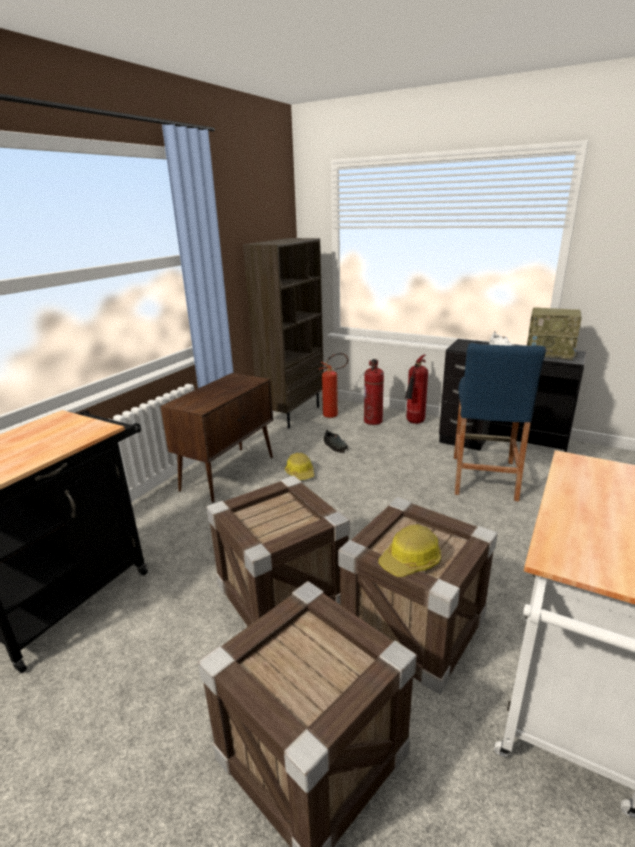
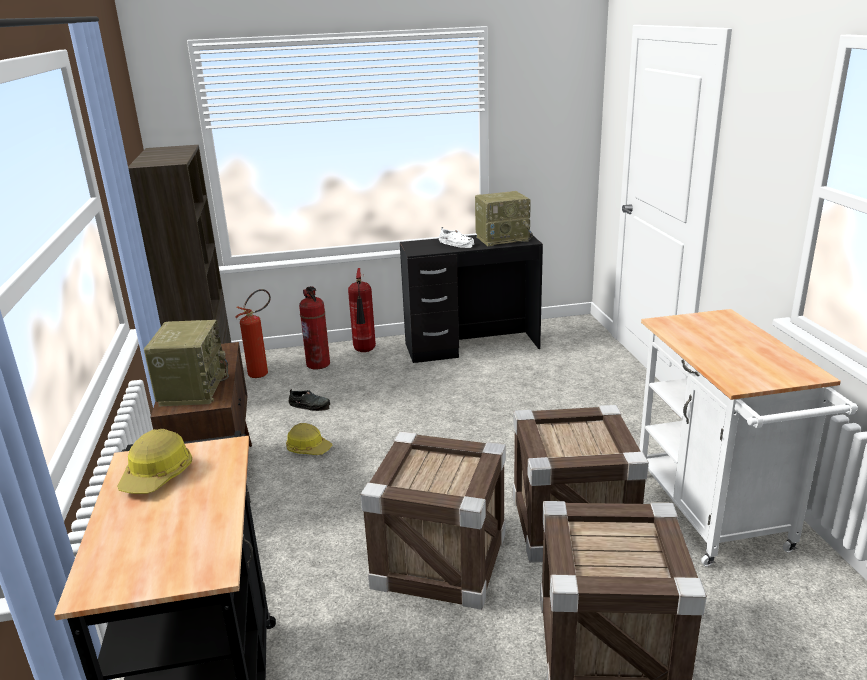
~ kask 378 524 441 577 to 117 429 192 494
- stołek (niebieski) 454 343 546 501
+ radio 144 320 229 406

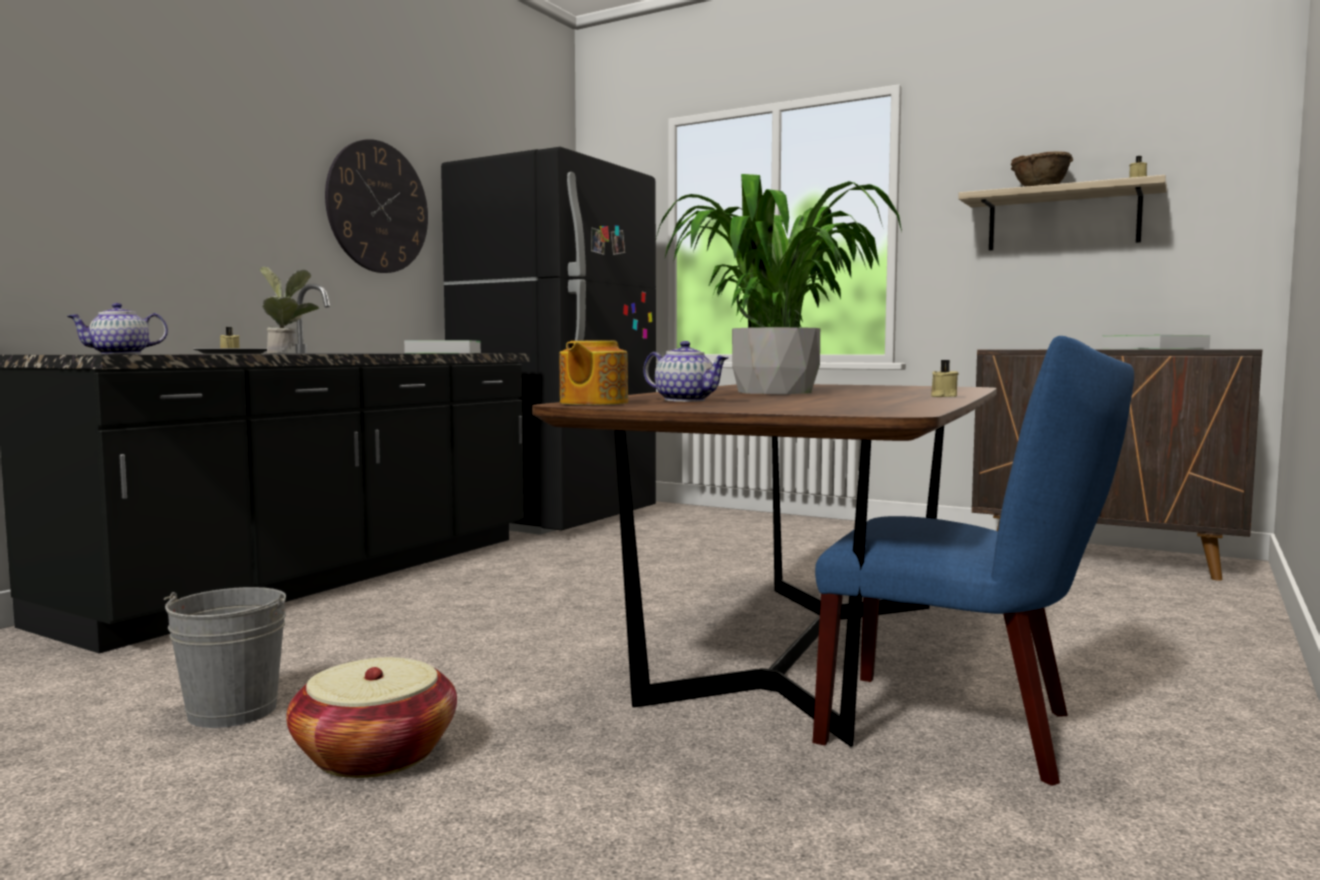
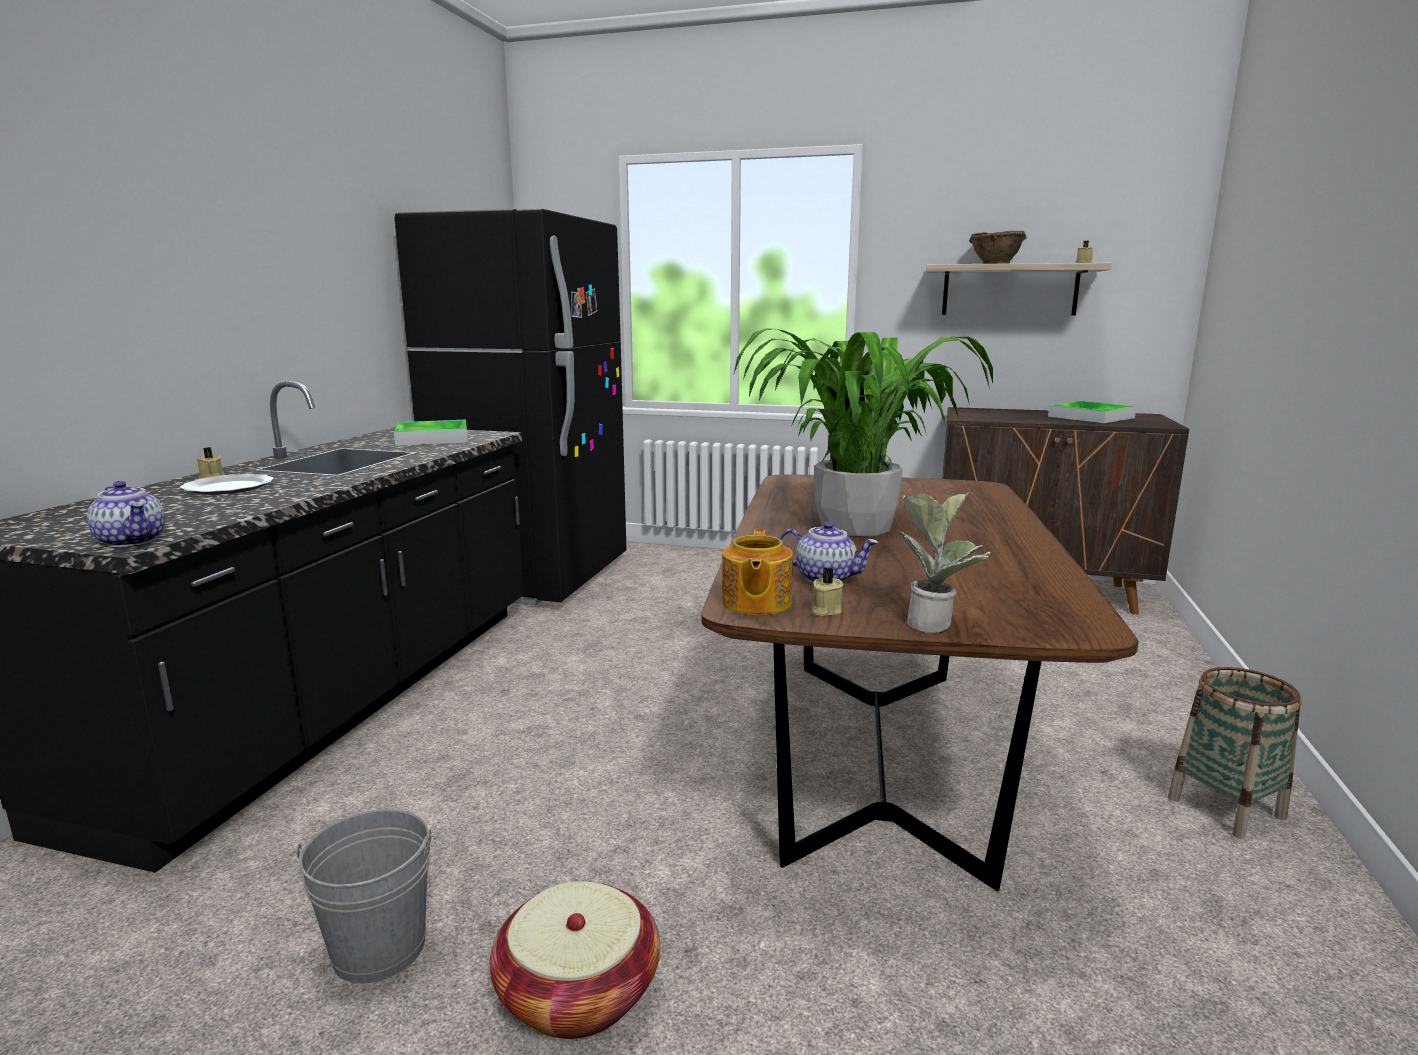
~ imbryk 67 303 168 354 = 87 481 165 547 90 degrees counterclockwise
~ roślina doniczkowa 259 266 320 354 to 896 492 990 633
- zegar ścienny 325 139 428 273
- krzesło (niebieski) 813 336 1134 786
~ świeca (beżowy) 931 360 959 397 to 811 568 844 617
+ koszyk 1168 667 1302 839

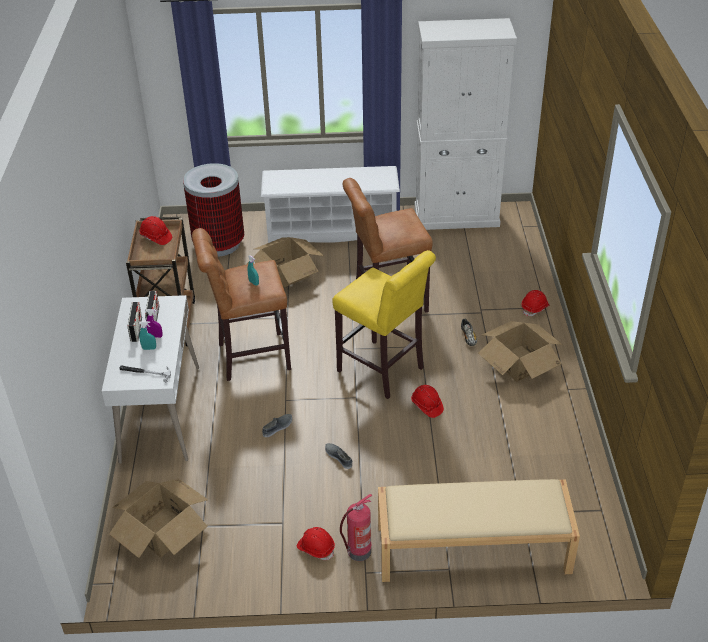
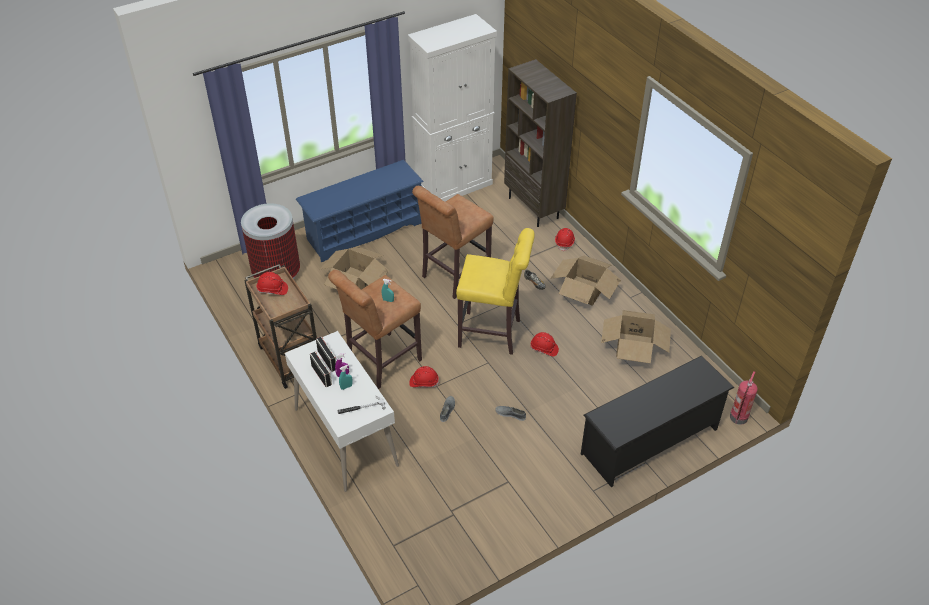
~ karton 109 479 208 558 to 601 310 671 363
~ regał na buty (biały) 261 166 400 243 to regał na buty (niebieski) 296 160 424 262
~ kask (czerwony) 297 527 335 560 to 409 366 439 388
~ gaśnica 340 494 372 561 to 730 371 758 425
~ ławka (beżowy) 378 479 580 582 to regał na buty (czarny) 581 356 734 487
+ regał (brązowy) 504 59 577 227

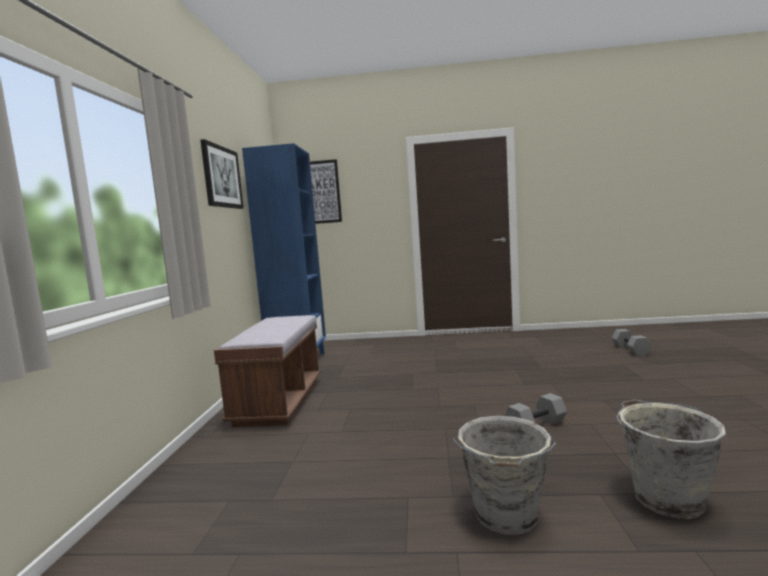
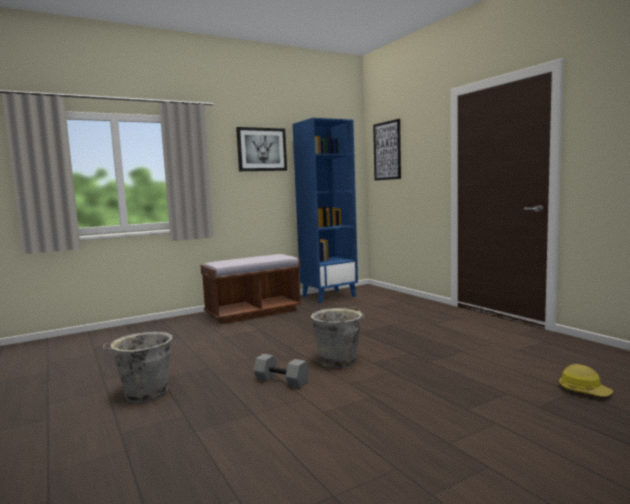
~ hantel (szary) 612 329 651 356 to kask 559 364 614 397
~ wiadro (szary) 616 399 726 519 to 311 307 365 369

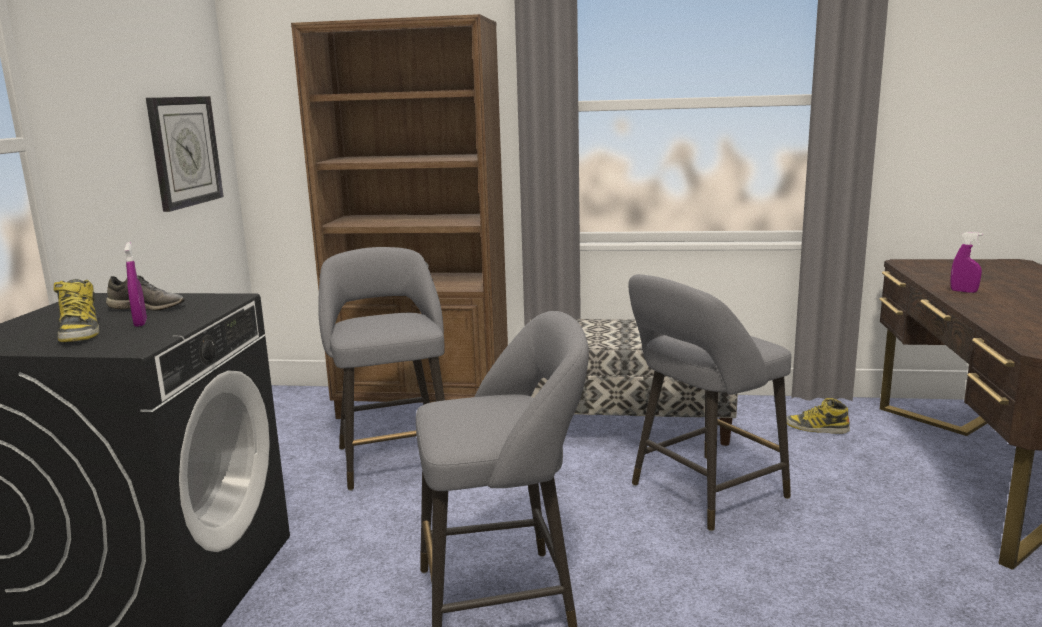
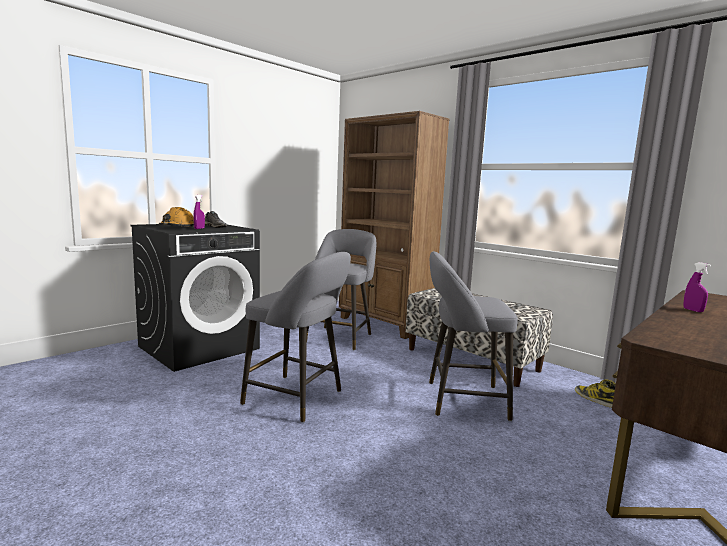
~ but z cholewką 53 279 99 342 to kask (pomarańczowy) 159 207 194 227
- zegar ścienny 146 96 224 212

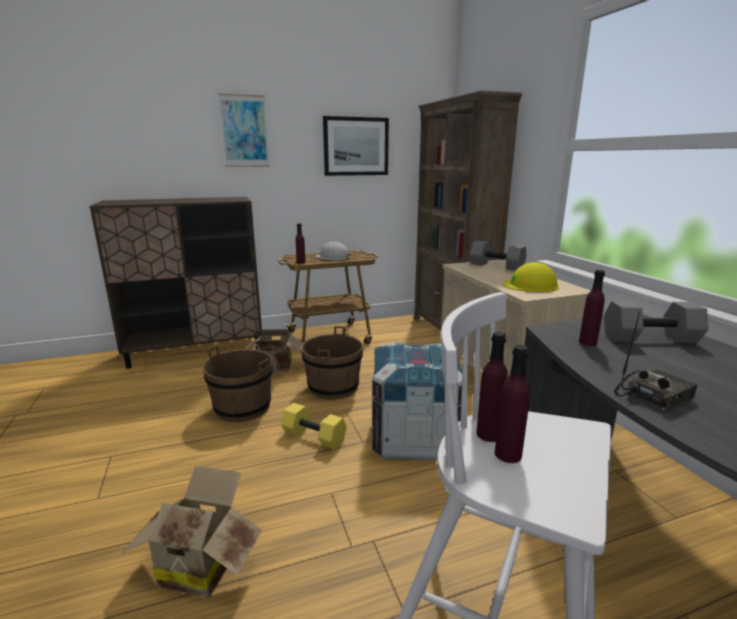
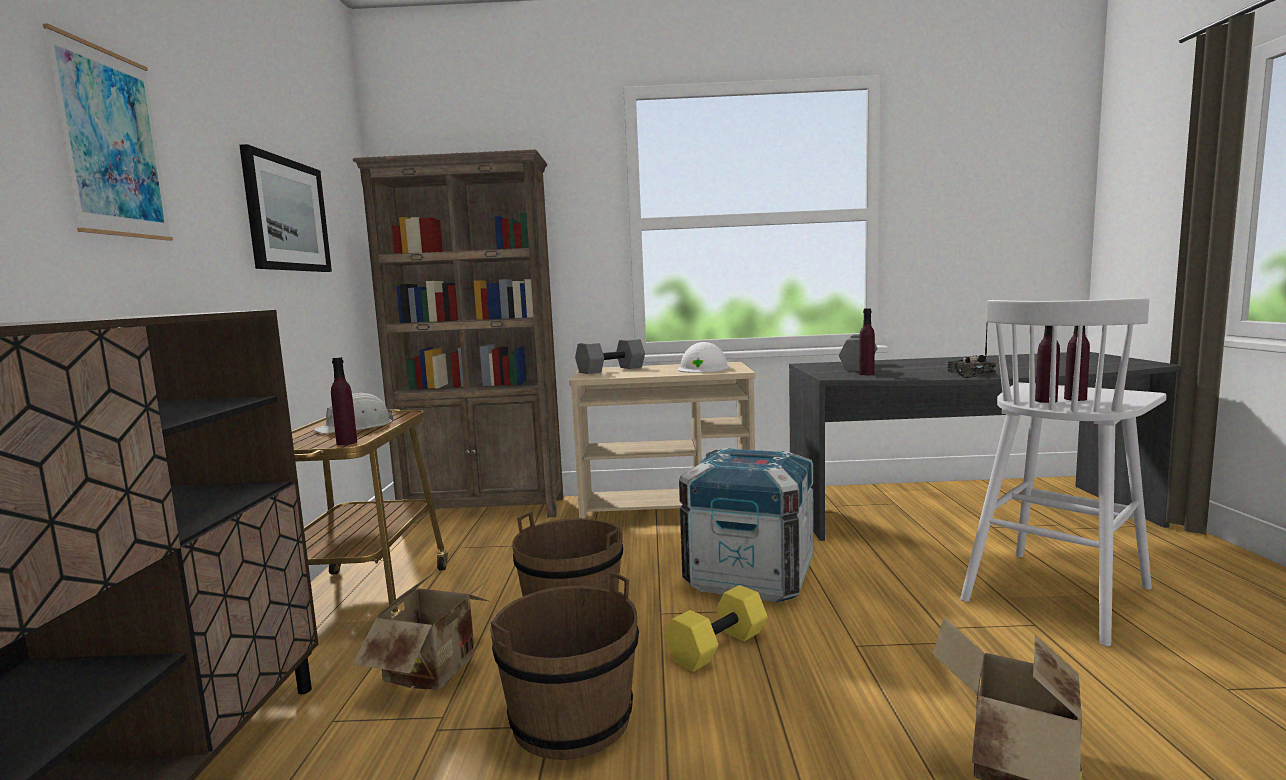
~ kask (żółty) 503 262 559 292 to kask (biały) 678 342 730 373

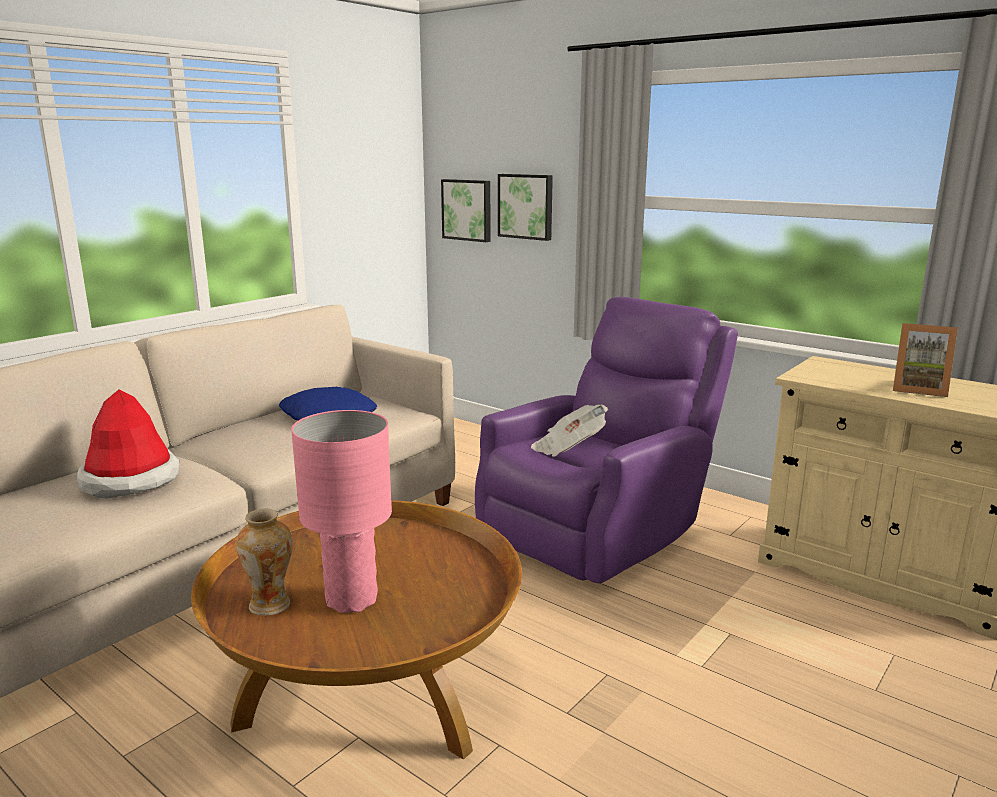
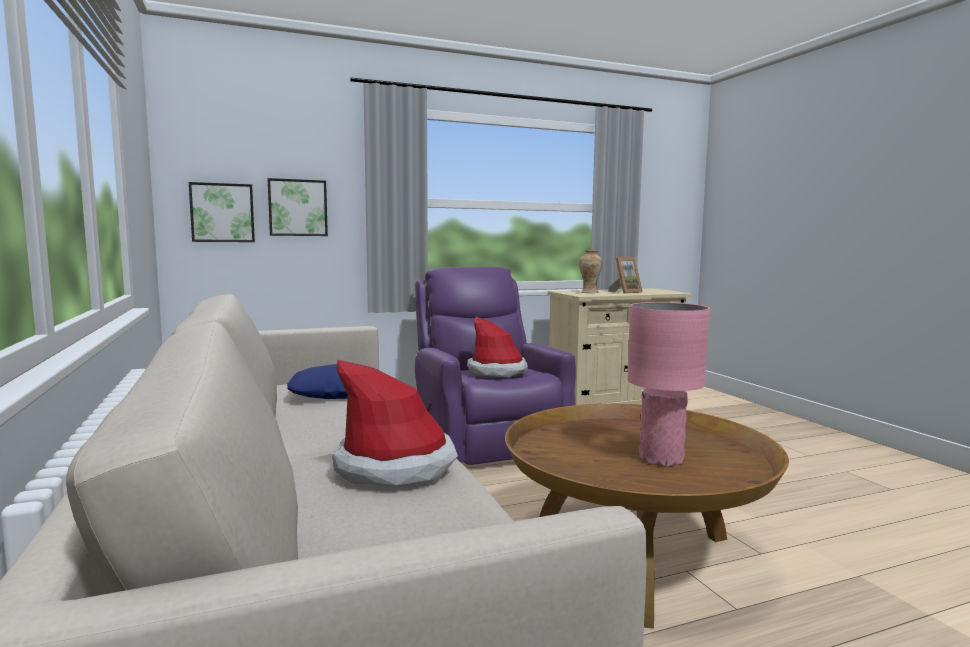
~ wazon 236 509 293 616 to 579 250 602 293
~ gazeta 531 405 608 457 to kapelusz 467 317 528 378

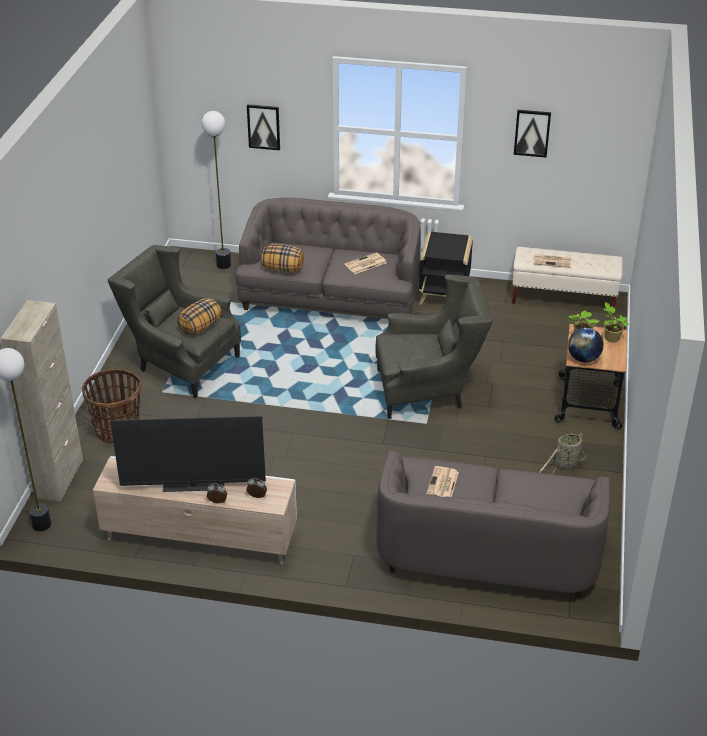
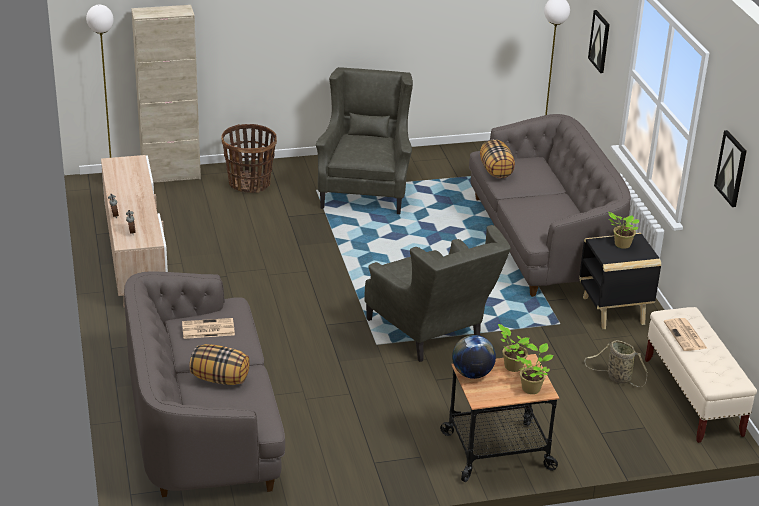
- telewizor 110 416 266 492
~ poduszka 177 298 222 335 to 189 344 250 385
- gazeta 344 252 387 274
~ koszyk 539 433 586 474 to 584 340 648 387
+ roślina doniczkowa 608 212 639 249

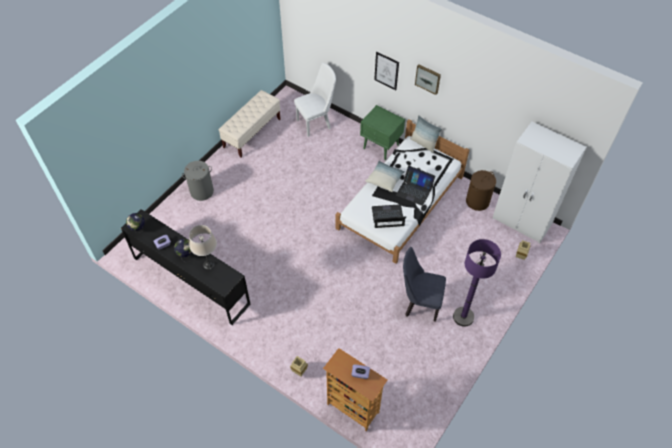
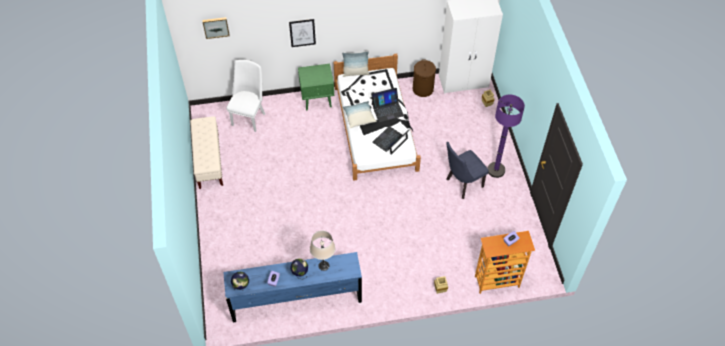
~ komoda (czarny) 121 209 251 325 to komoda (niebieski) 223 252 362 322
- kosz na pranie (szary) 182 161 214 201
~ obraz 415 65 441 95 to 202 17 230 39

